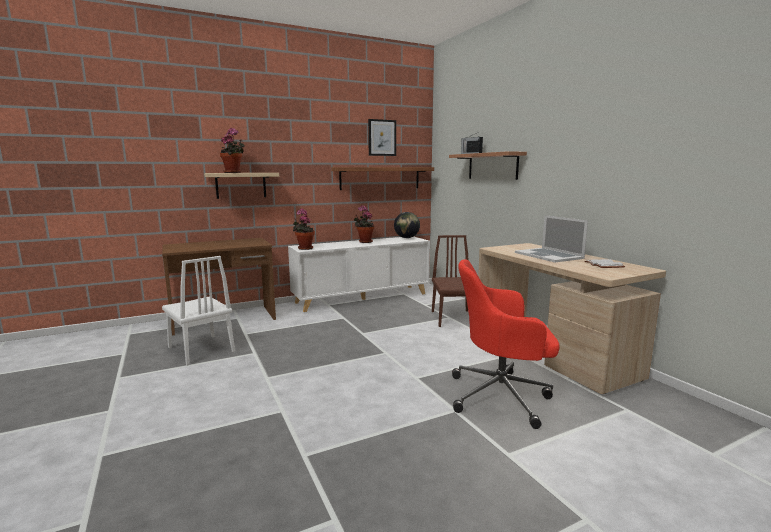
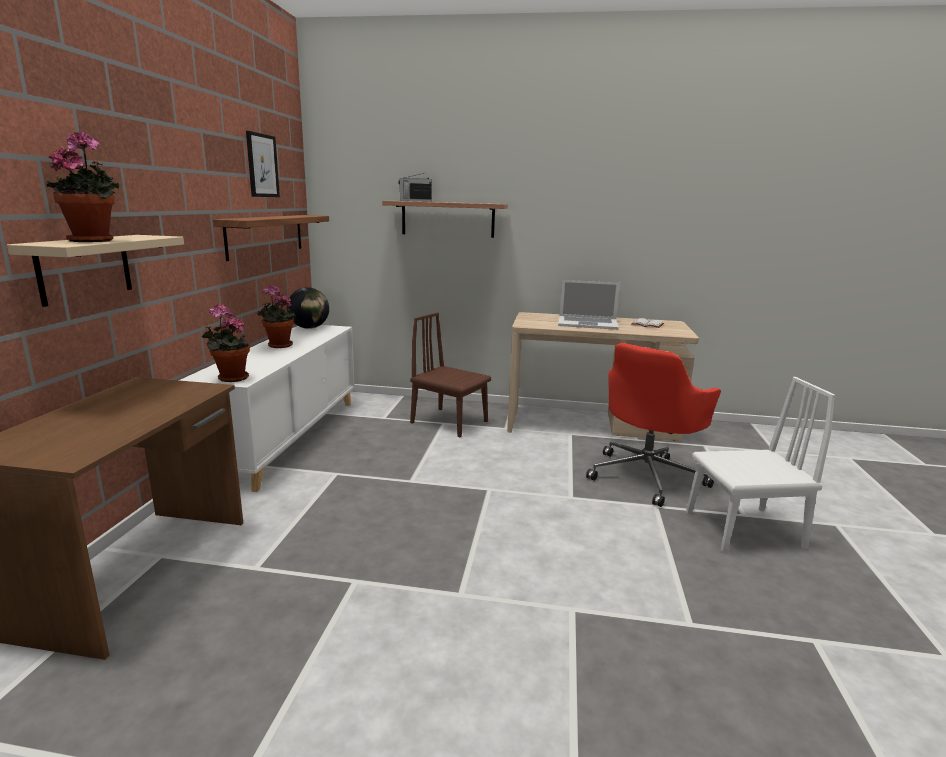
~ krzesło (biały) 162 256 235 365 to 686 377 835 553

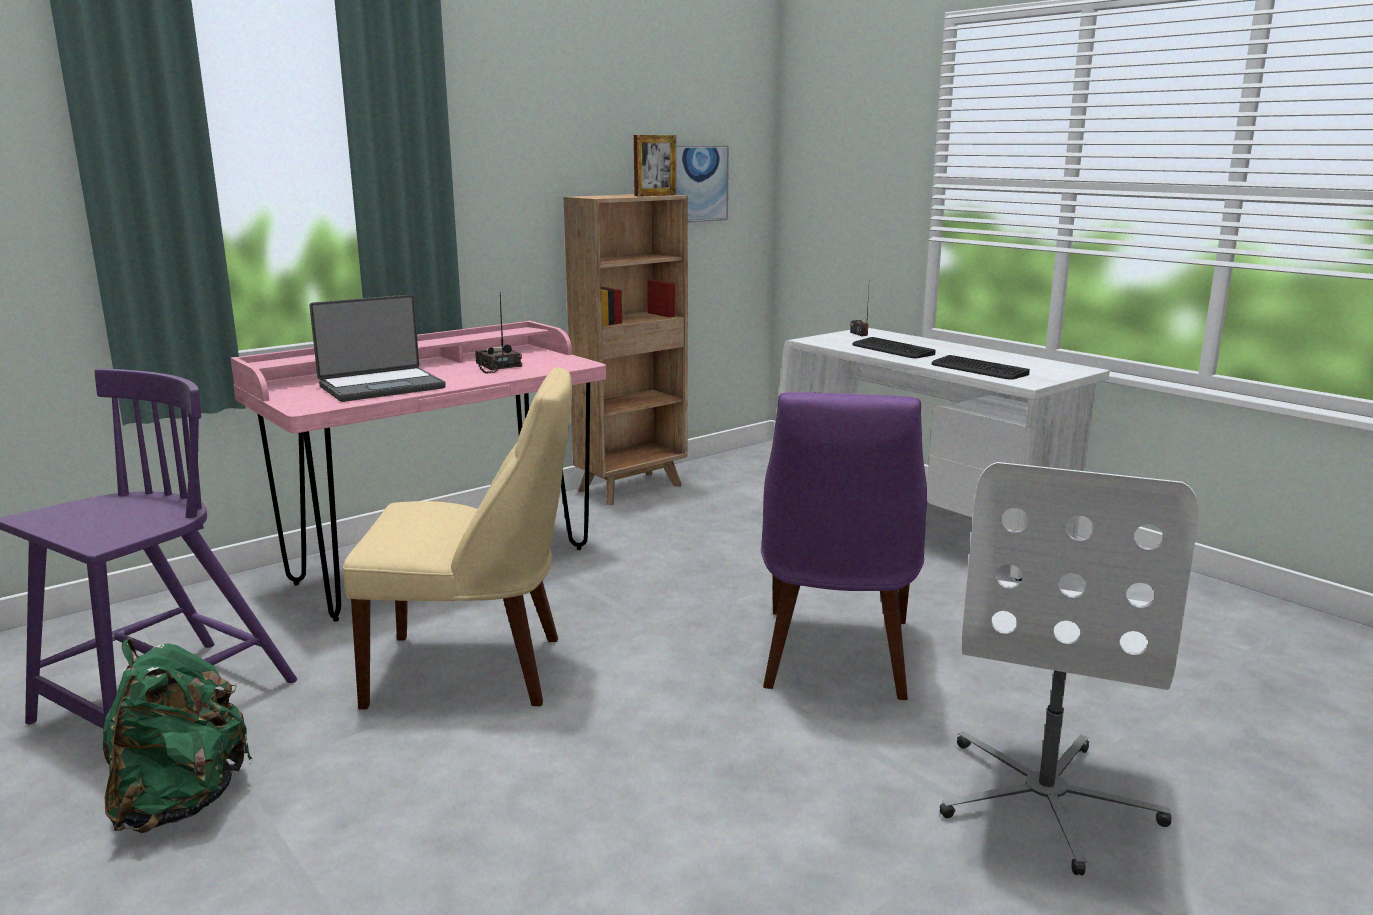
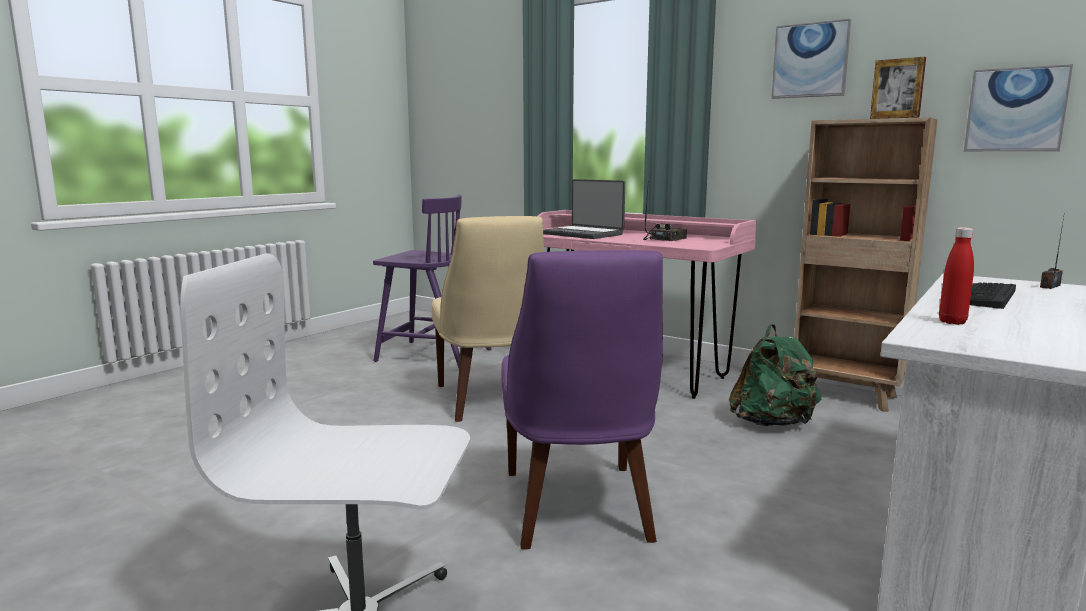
~ plecak (zielony) 103 639 253 833 to 729 324 821 426
~ krzesło (fioletowy) 761 392 927 700 = 501 250 663 550 90 degrees counterclockwise
~ klawiatura 931 355 1030 380 to butelka (czerwony) 939 227 974 325
+ obraz 771 19 851 99

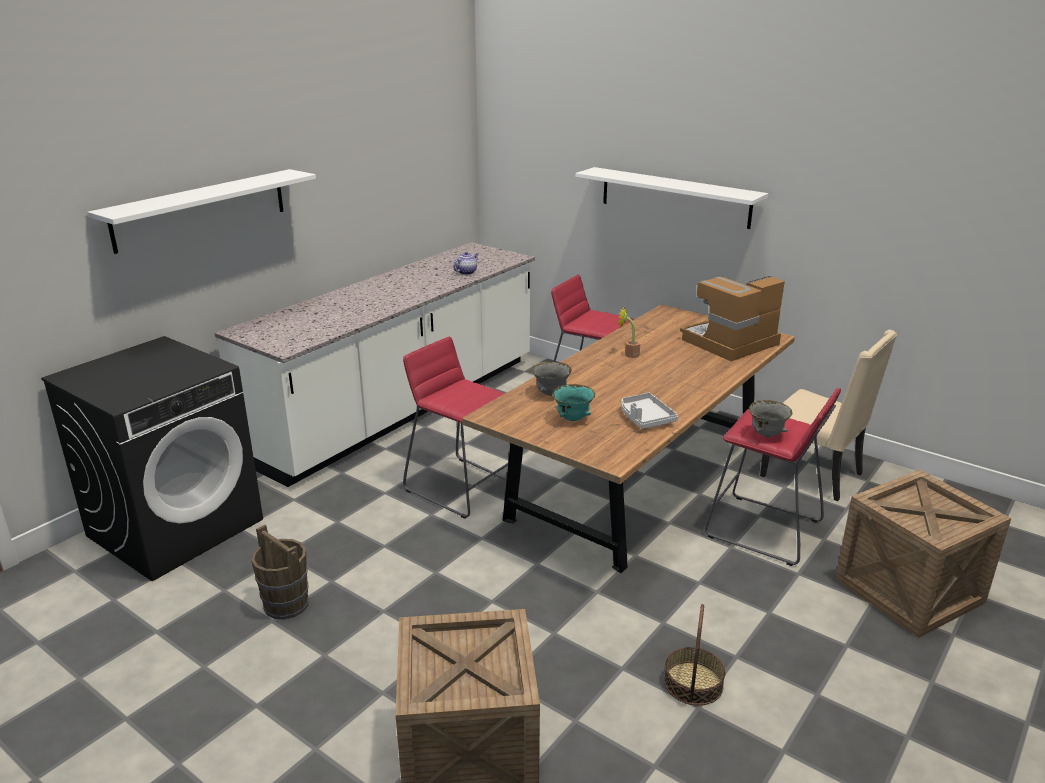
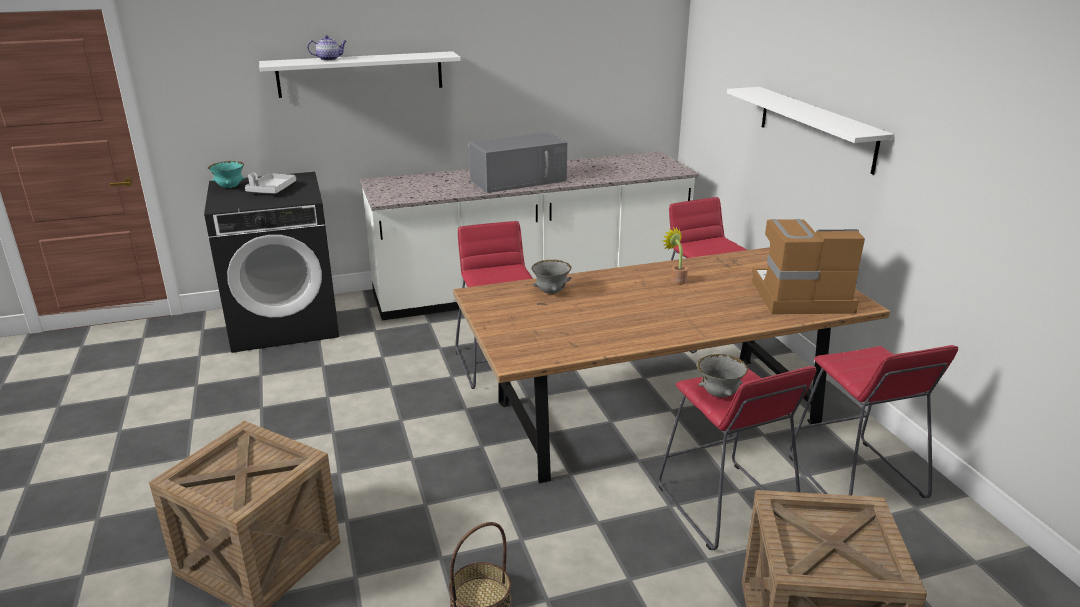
- wiadro (brązowy) 251 525 309 619
~ imbryk 453 252 479 275 to 307 35 347 61
~ miska (turkusowy) 552 384 595 421 to 208 161 245 189
~ taca (szary) 621 393 678 429 to 245 173 296 194
~ krzesło (beżowy) 760 330 897 501 to stołek (czerwony) 789 345 958 498
+ mikrofalówka (szary) 469 132 567 193

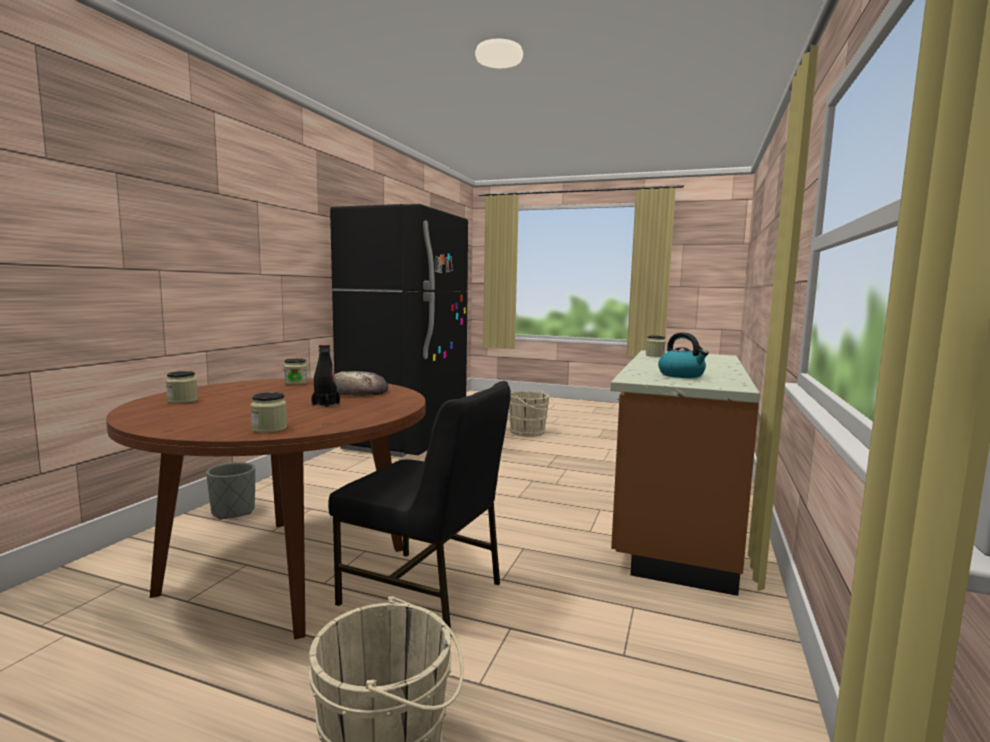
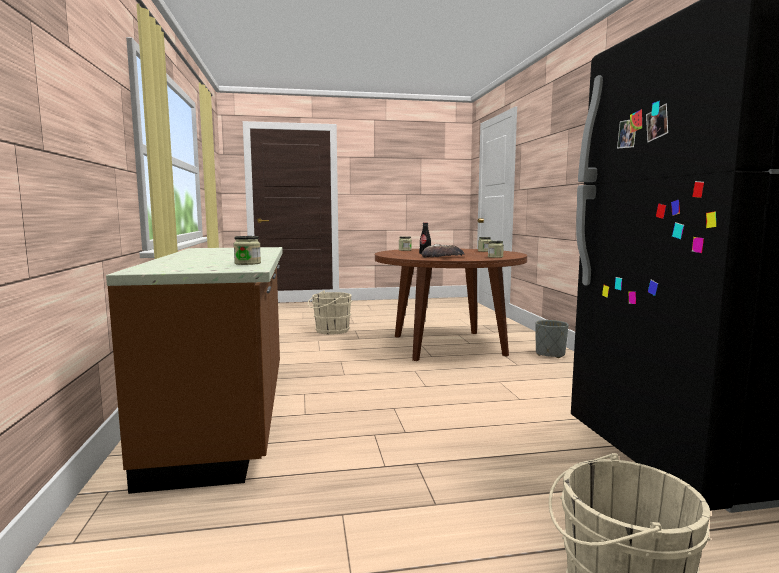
- krzesło (czarny) 328 381 511 637
- czajnik 658 333 709 378

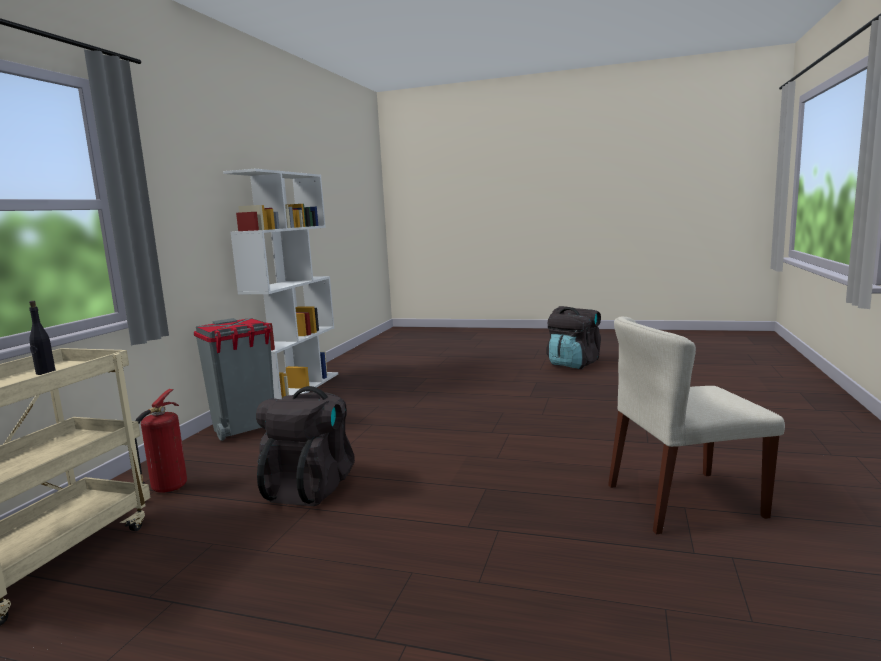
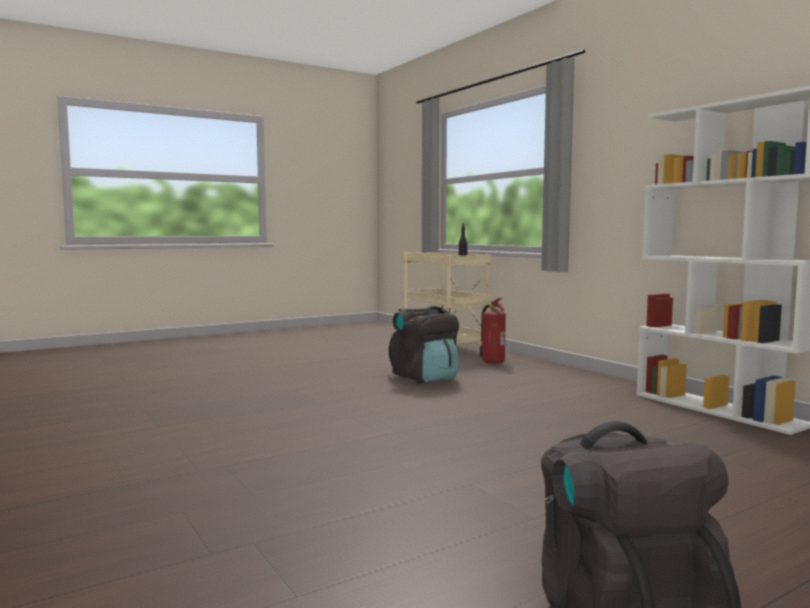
- kosz na śmieci (szary) 194 318 274 441
- krzesło (beżowy) 608 316 785 534

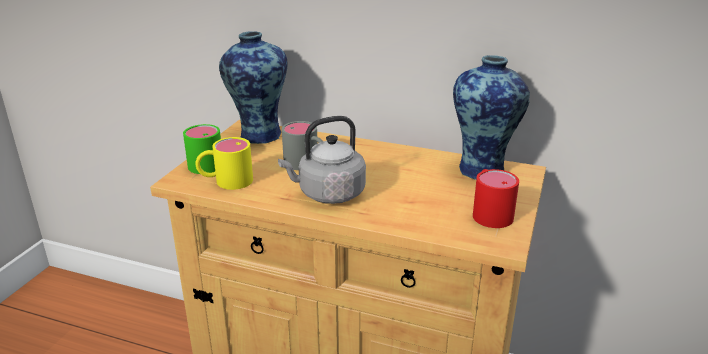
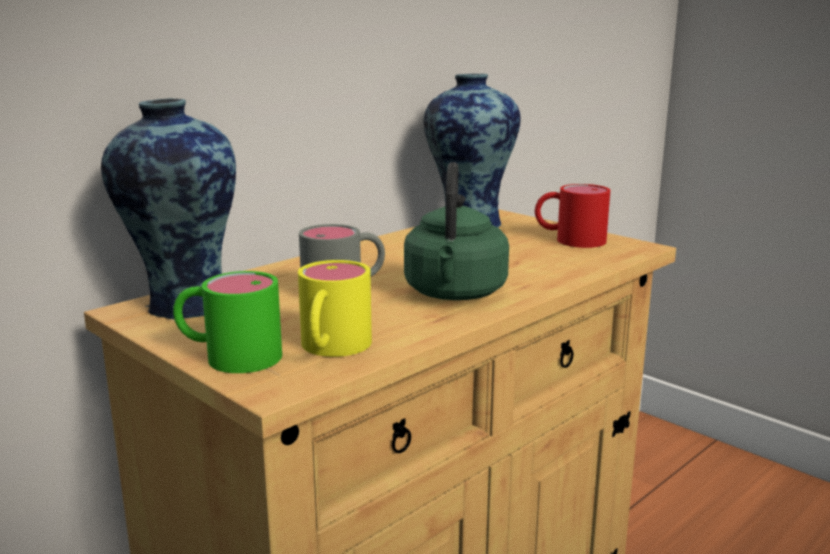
~ czajnik (szary) 278 116 366 204 to czajnik (zielony) 404 162 509 300

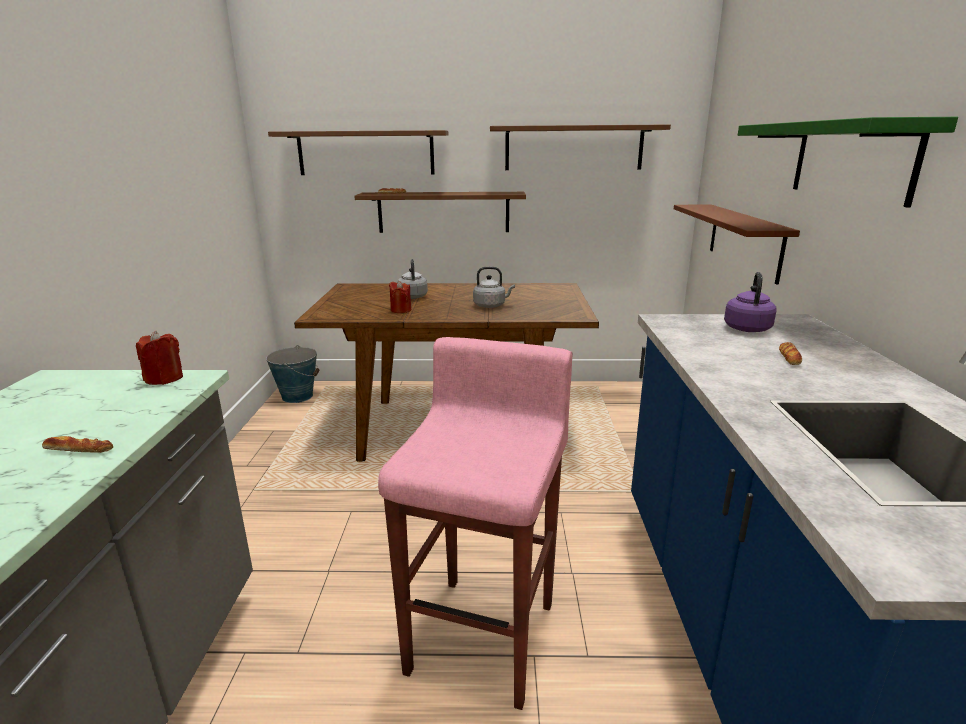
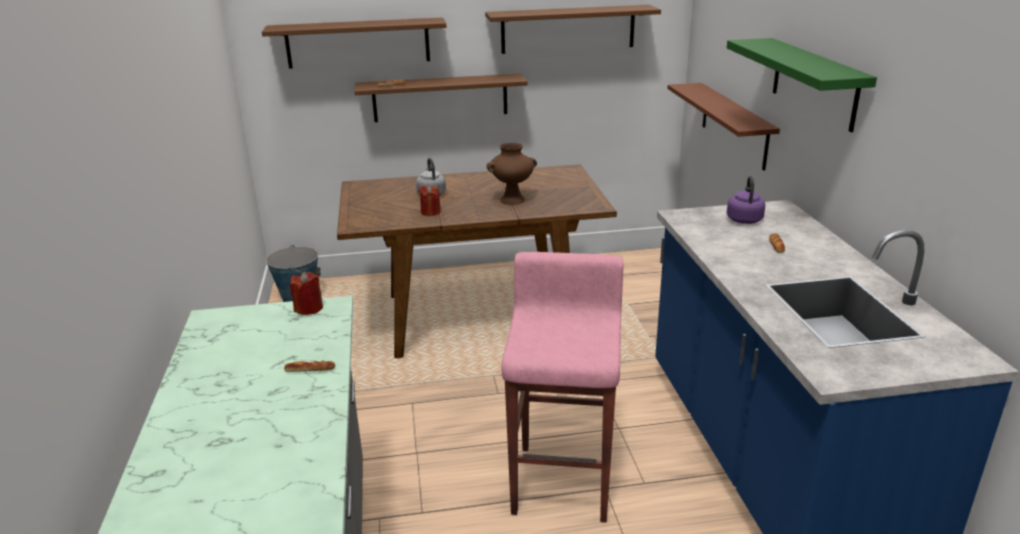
~ czajnik (szary) 473 267 515 308 to wazon (brązowy) 487 143 537 205

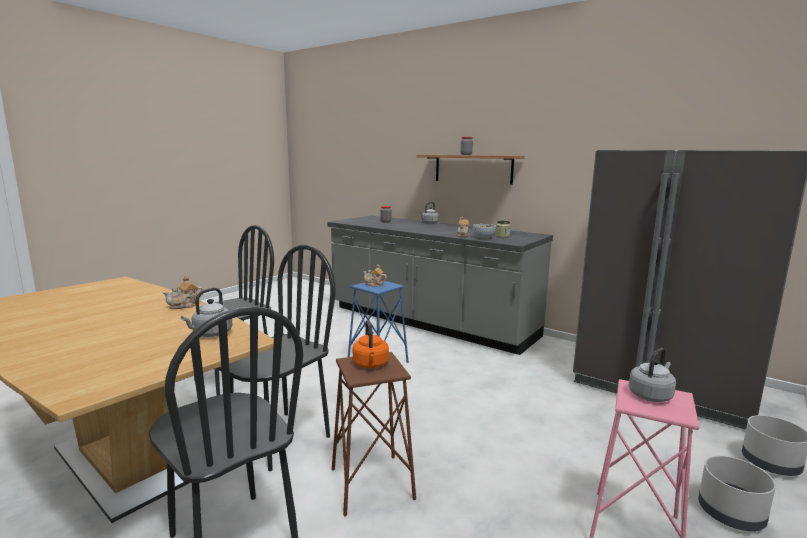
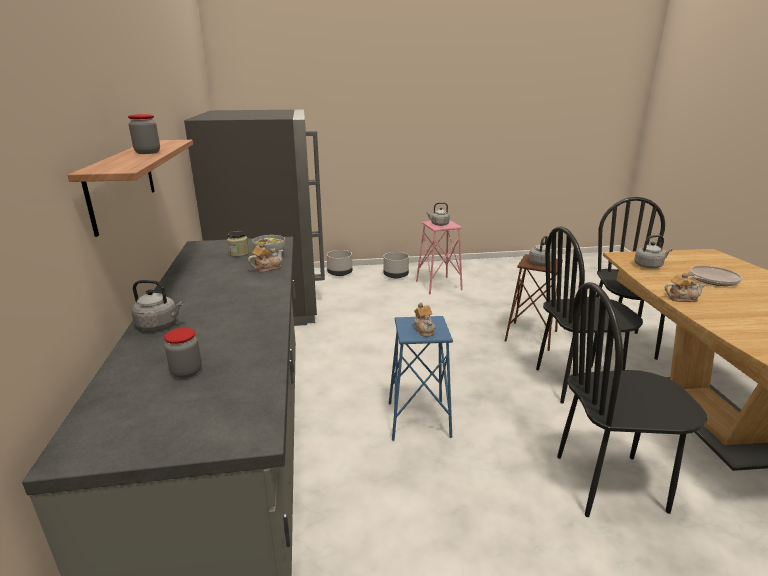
~ czajnik (pomarańczowy) 353 320 389 368 to czajnik (szary) 529 236 552 265
+ patelnia 687 265 742 286

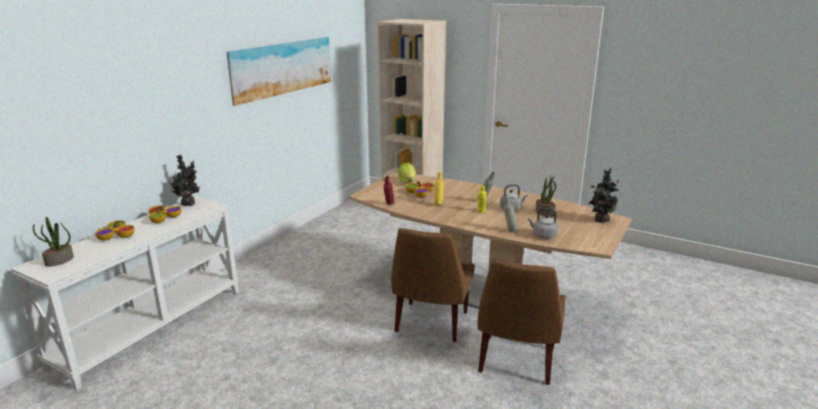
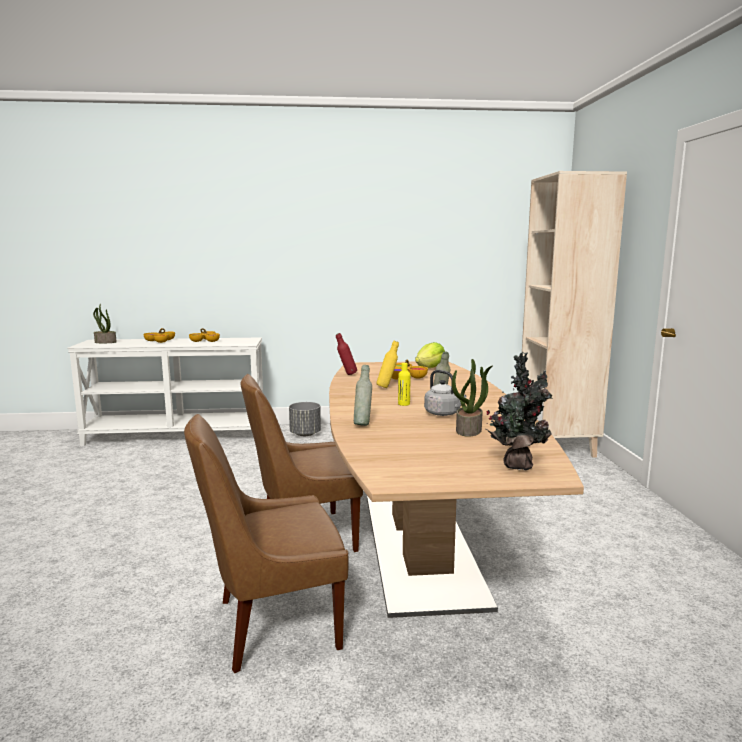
- roślina doniczkowa 169 155 200 206
- obraz 227 37 331 106
- czajnik (szary) 528 208 558 239
+ donica (szary) 289 402 321 436

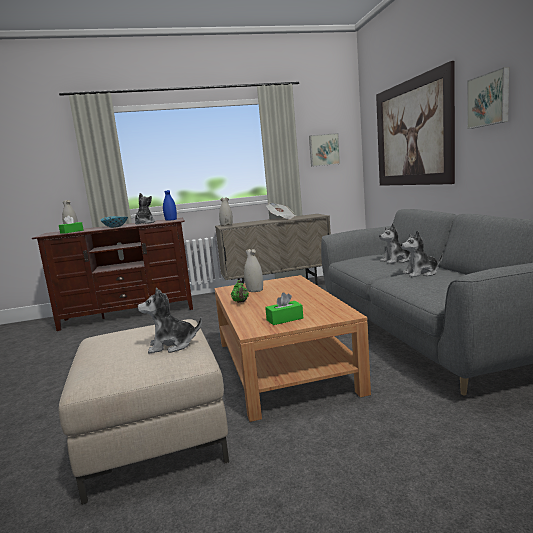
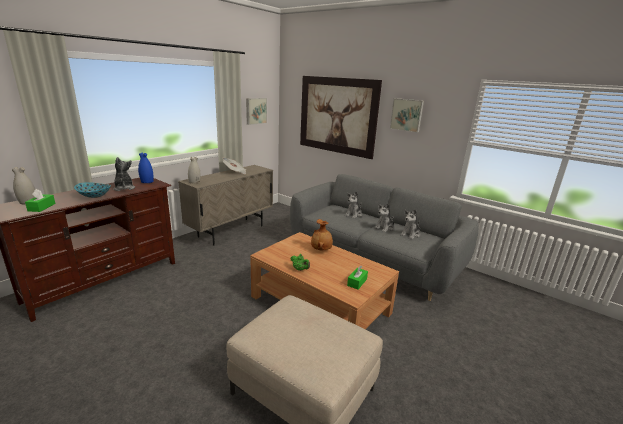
~ pluszak 138 287 202 353 to 400 209 420 239
- wazon (biały) 244 249 263 292
+ wazon (brązowy) 311 219 333 250

